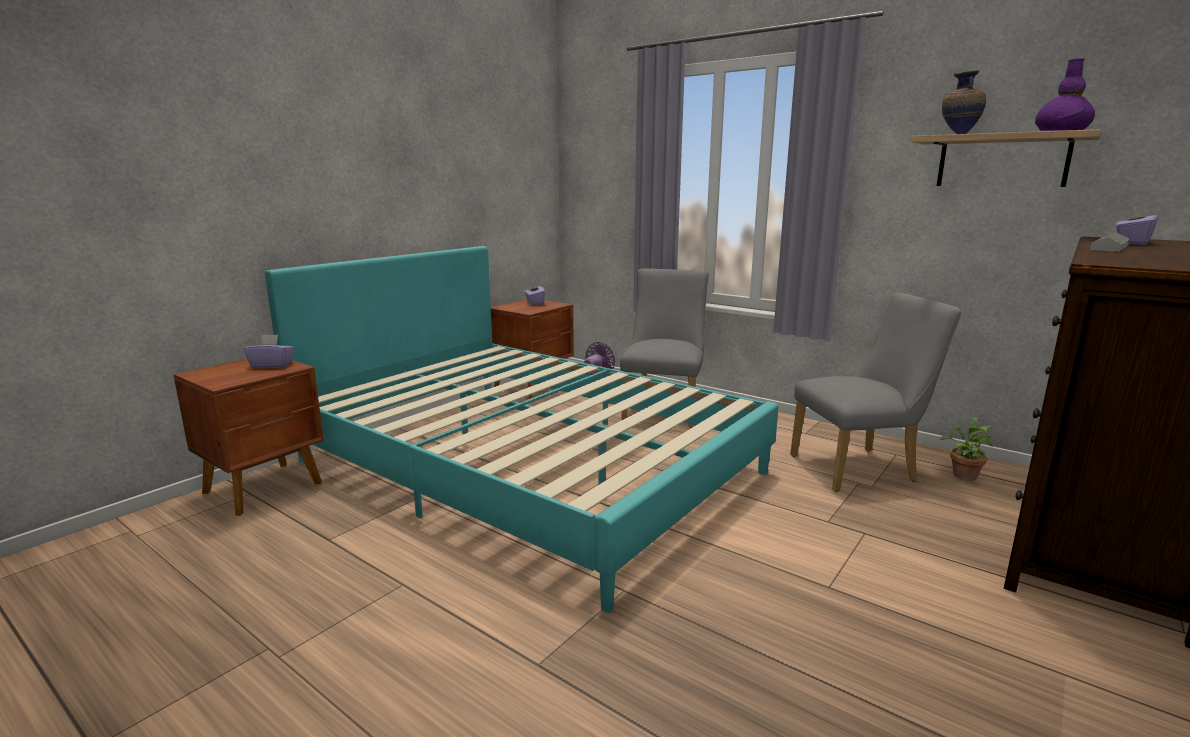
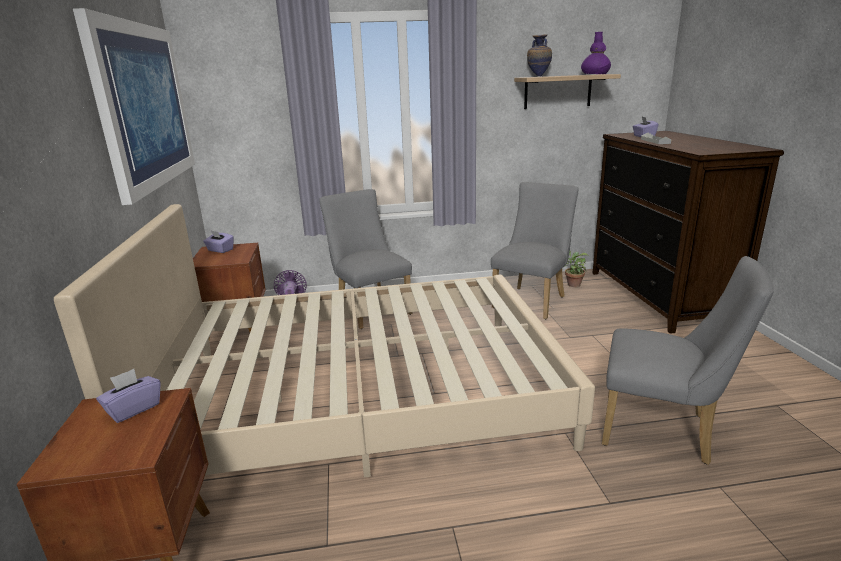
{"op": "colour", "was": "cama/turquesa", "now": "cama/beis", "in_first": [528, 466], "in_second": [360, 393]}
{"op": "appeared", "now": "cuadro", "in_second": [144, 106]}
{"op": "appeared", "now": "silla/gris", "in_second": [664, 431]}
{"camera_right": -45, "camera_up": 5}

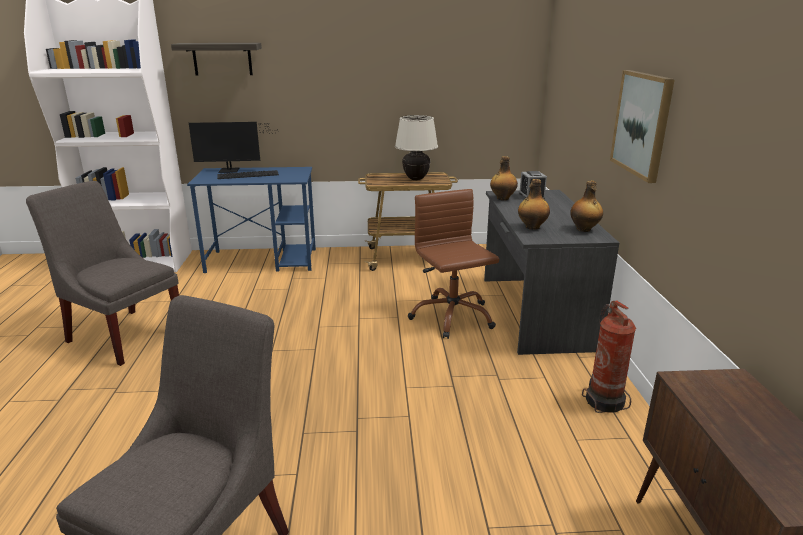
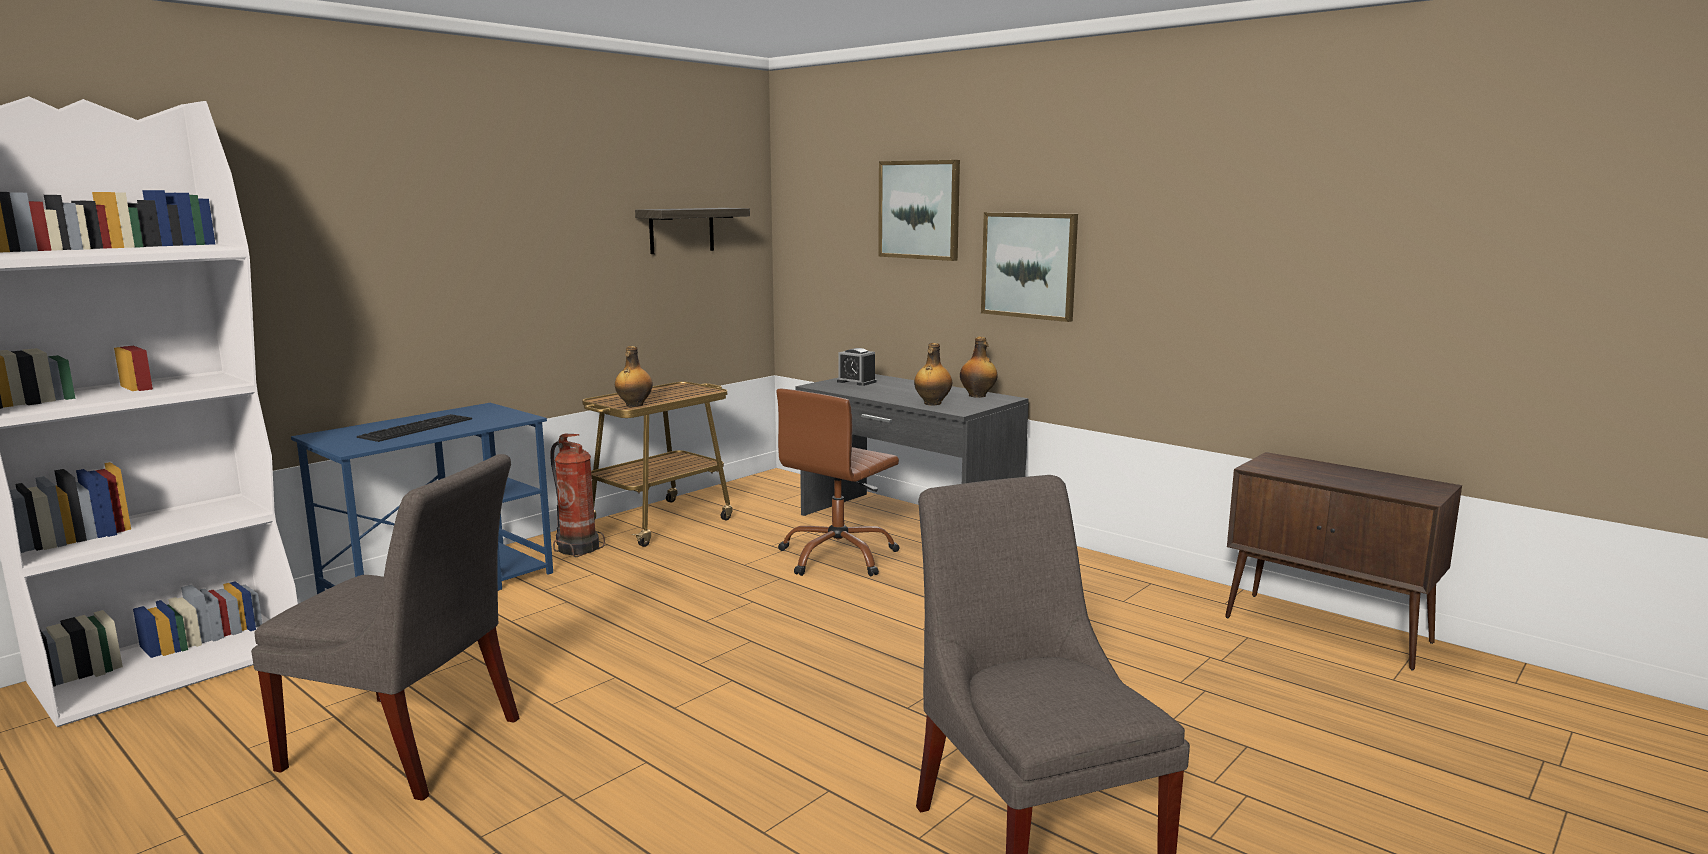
{"op": "spun", "was": "silla/gris", "in_first": [124, 334], "in_second": [409, 746], "clockwise": -150}
{"op": "relocated", "was": "estante", "in_first": [222, 59], "in_second": [681, 230]}
{"op": "missing", "was": "monitor", "in_first": [232, 170]}
{"op": "missing", "was": "lámpara de mesa/beis", "in_first": [416, 179]}
{"op": "spun", "was": "silla de oficina/marrón", "in_first": [452, 317], "in_second": [838, 557], "clockwise": -75}
{"op": "relocated", "was": "botella", "in_first": [502, 198], "in_second": [634, 405]}
{"op": "relocated", "was": "extintor", "in_first": [604, 400], "in_second": [577, 548]}
{"op": "appeared", "now": "cuadro", "in_second": [919, 210]}
{"camera_right": -45, "camera_up": -10}

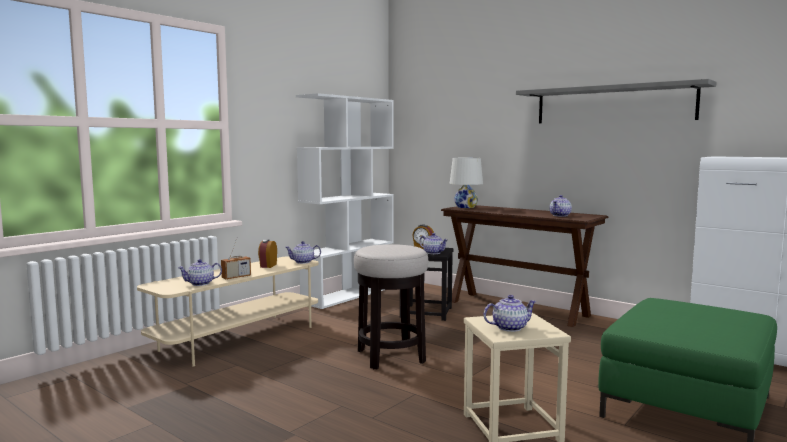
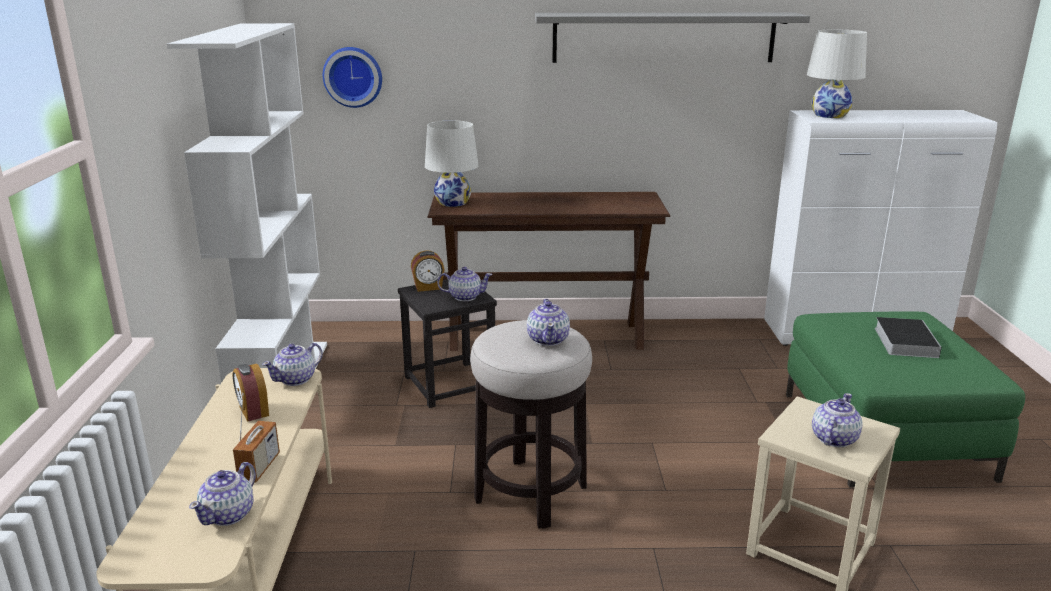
{"op": "relocated", "was": "tetera", "in_first": [560, 215], "in_second": [548, 339]}
{"op": "appeared", "now": "reloj de pared", "in_second": [353, 76]}
{"op": "appeared", "now": "lámpara de mesa/blanco", "in_second": [829, 115]}
{"op": "appeared", "now": "libro", "in_second": [904, 341]}
{"camera_right": -40, "camera_up": 15}

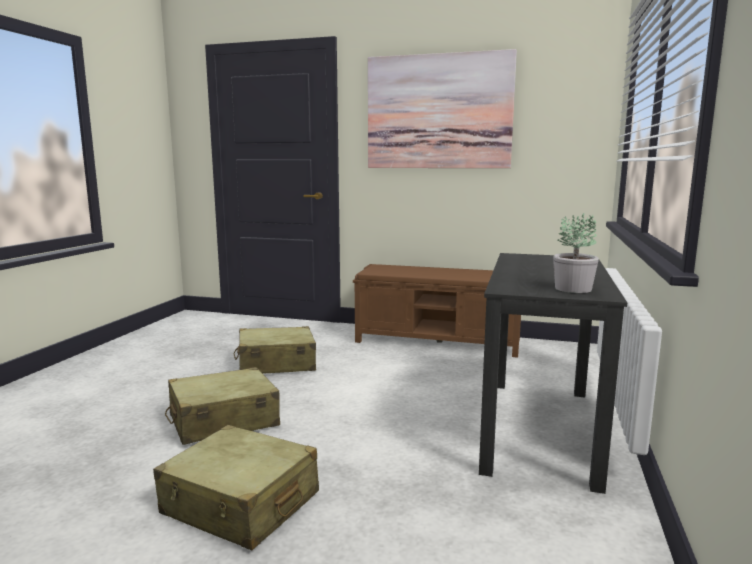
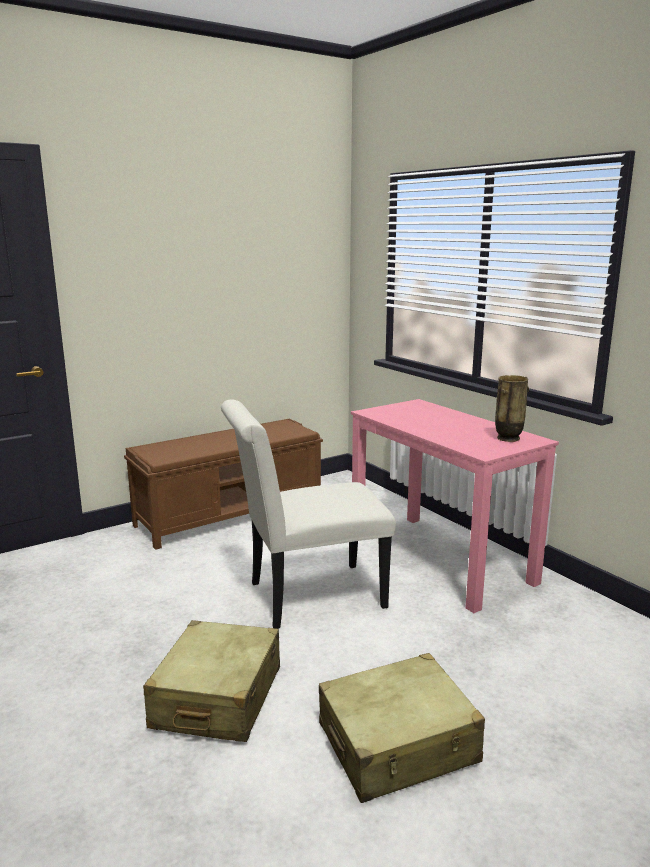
{"op": "missing", "was": "maleta/beis", "in_first": [276, 364]}
{"op": "missing", "was": "cuadro", "in_first": [438, 112]}
{"op": "colour", "was": "escritorio/negro", "now": "escritorio/rosa", "in_first": [539, 428], "in_second": [440, 559]}
{"op": "exchanged", "was": "planta en maceta", "now": "florero", "in_first": [574, 289], "in_second": [508, 438]}
{"op": "appeared", "now": "silla/blanco", "in_second": [307, 597]}
{"camera_right": -50, "camera_up": 5}

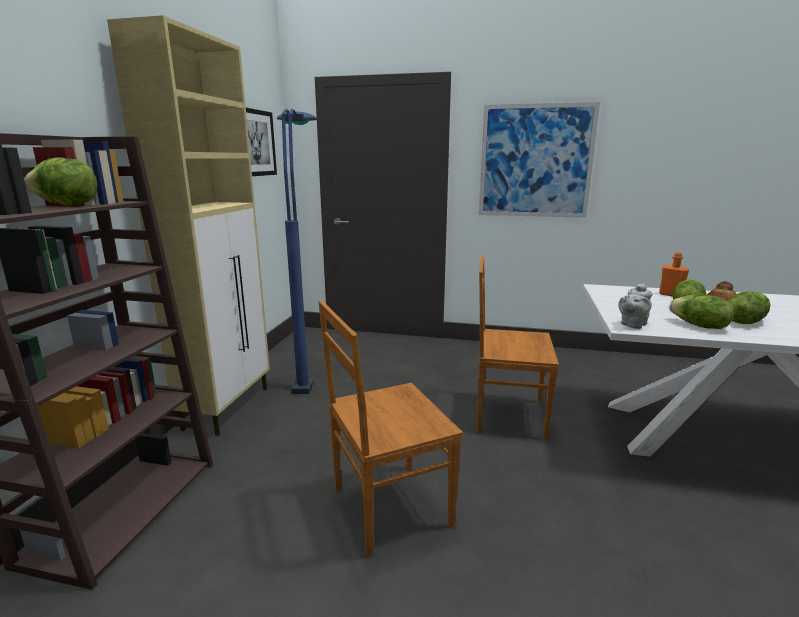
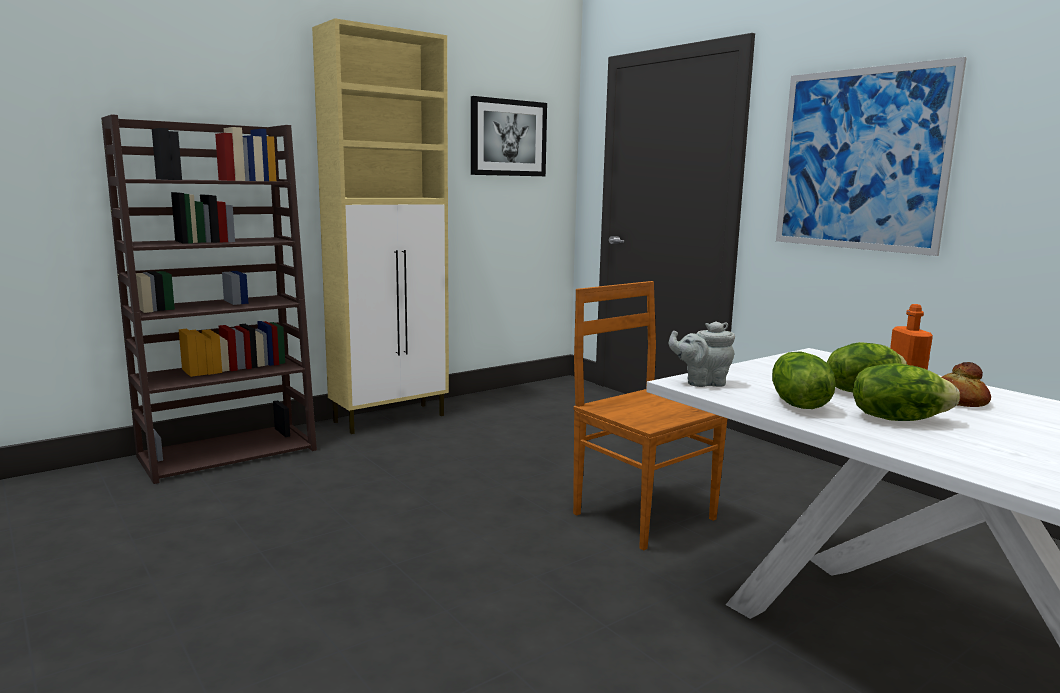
{"op": "missing", "was": "lechuga", "in_first": [68, 206]}
{"op": "missing", "was": "lámpara de pie/azul", "in_first": [310, 372]}
{"op": "missing", "was": "silla/marrón", "in_first": [387, 507]}
{"camera_right": 40, "camera_up": -5}

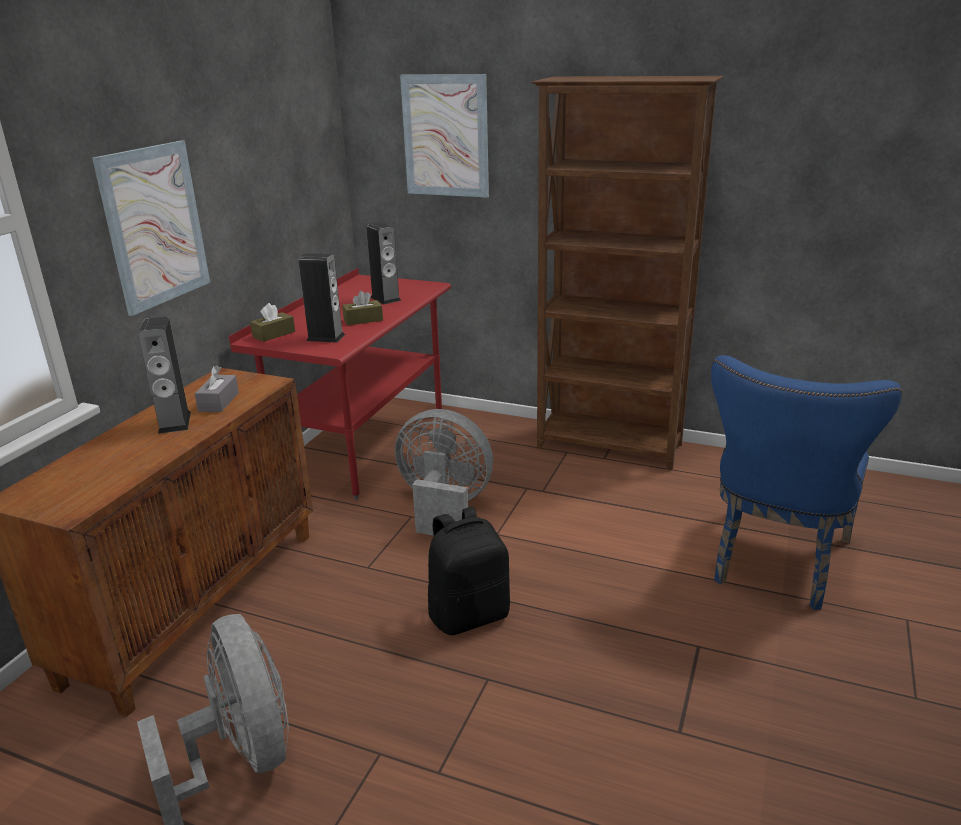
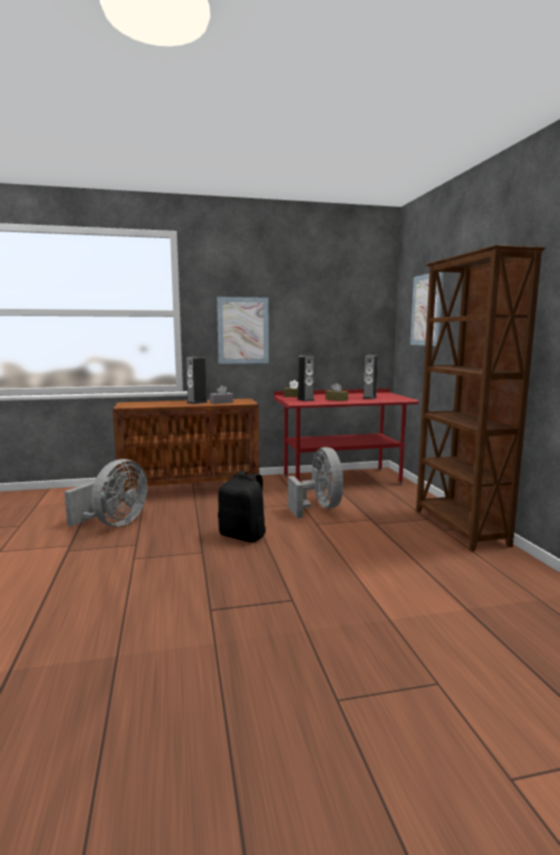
{"op": "missing", "was": "silla/azul", "in_first": [776, 565]}
{"camera_right": 55, "camera_up": -15}

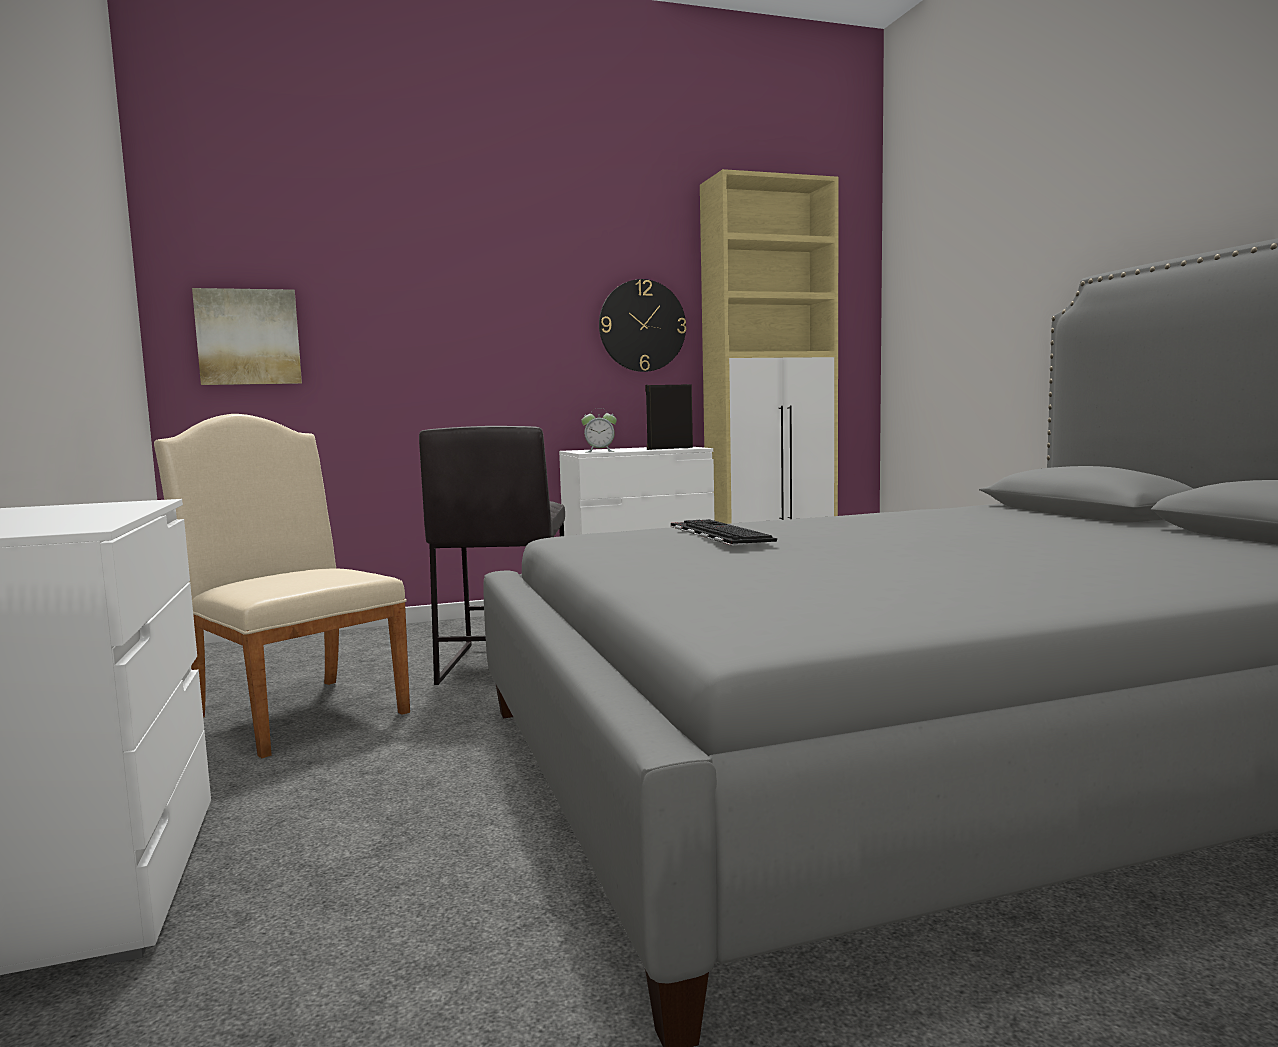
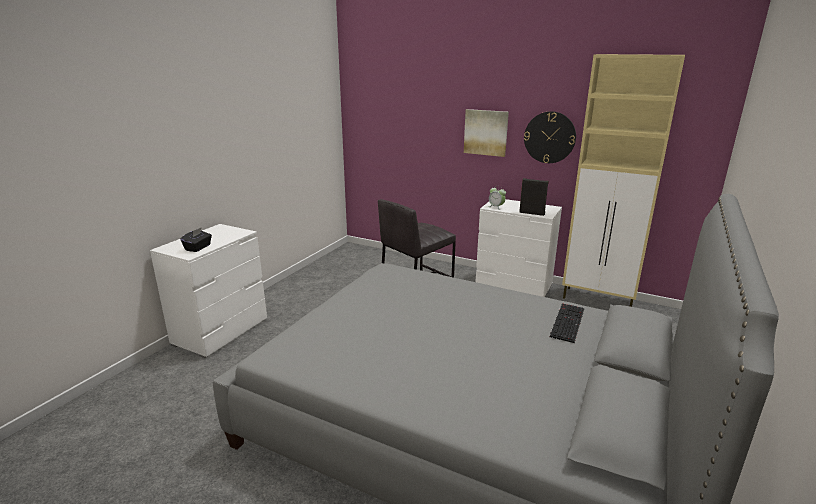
{"op": "missing", "was": "silla/beis", "in_first": [295, 711]}
{"op": "relocated", "was": "cuadro", "in_first": [249, 337], "in_second": [486, 132]}
{"op": "relocated", "was": "teclado", "in_first": [717, 533], "in_second": [566, 322]}
{"op": "appeared", "now": "caja de pañuelos/negro", "in_second": [198, 248]}
{"camera_right": 45, "camera_up": 15}

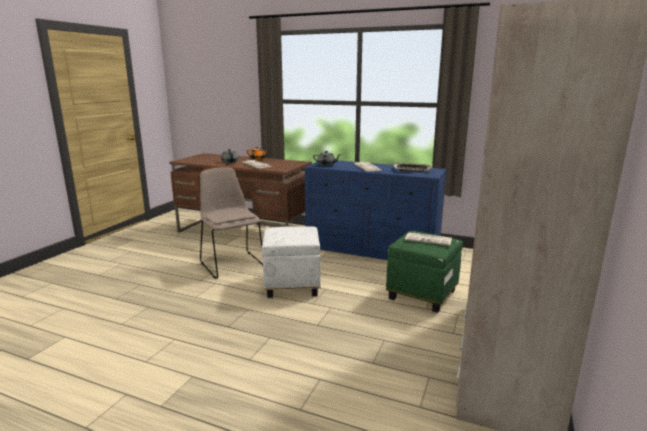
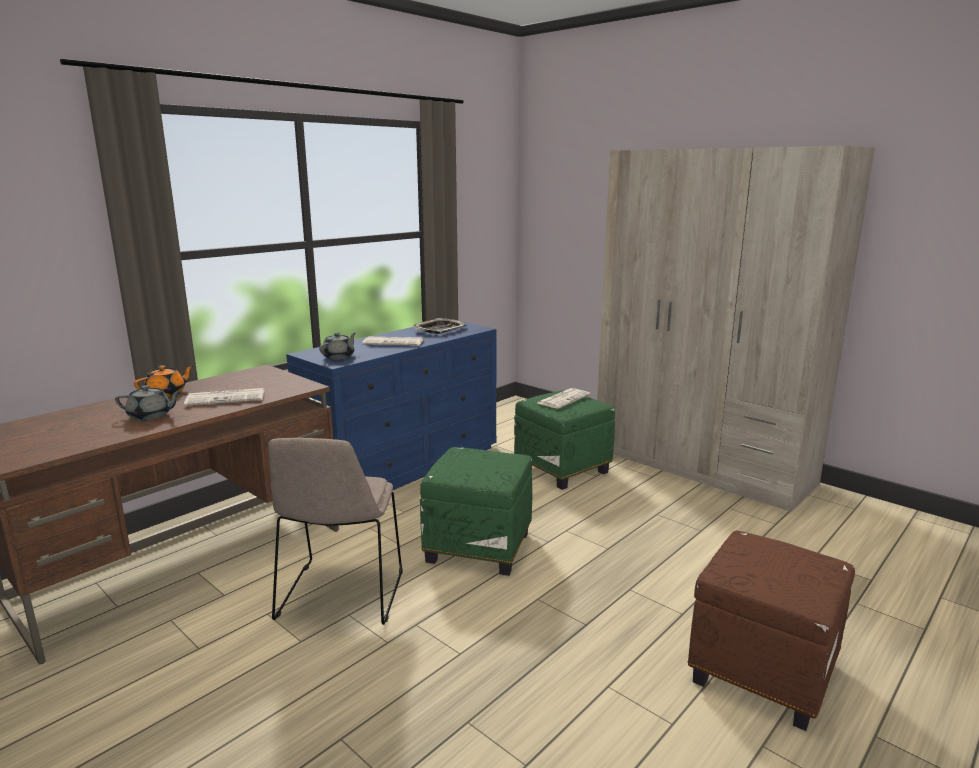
{"op": "spun", "was": "silla/beis", "in_first": [231, 264], "in_second": [341, 596], "clockwise": -75}
{"op": "colour", "was": "puf/blanco", "now": "puf/verde", "in_first": [292, 285], "in_second": [480, 547]}
{"op": "appeared", "now": "puf/marrón", "in_second": [763, 673]}
{"camera_right": -70, "camera_up": 0}

